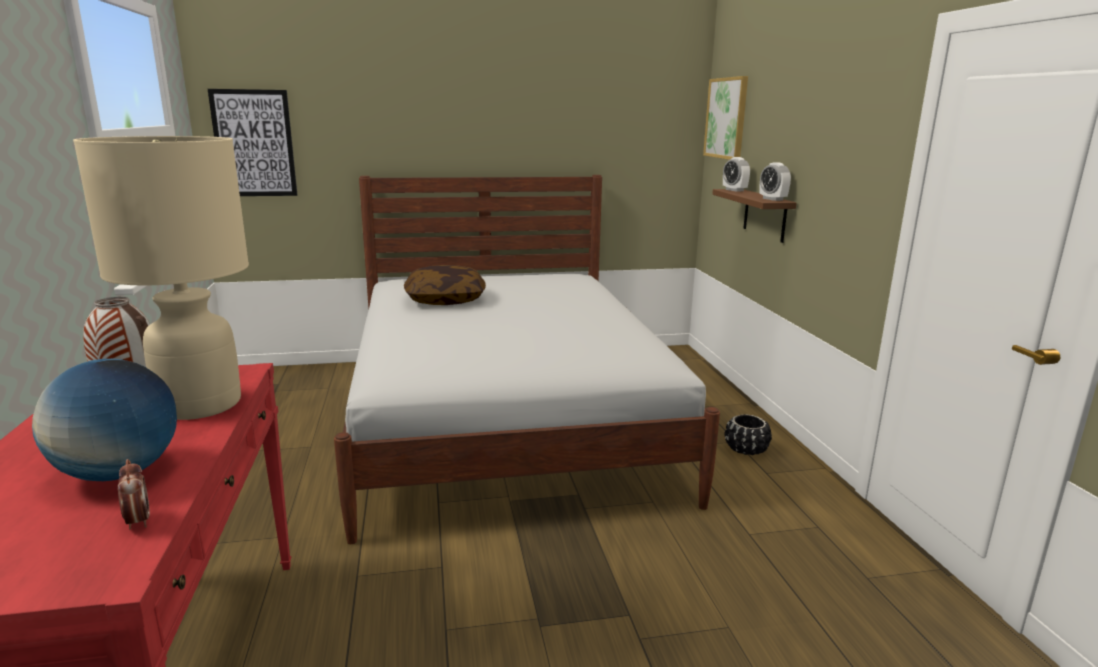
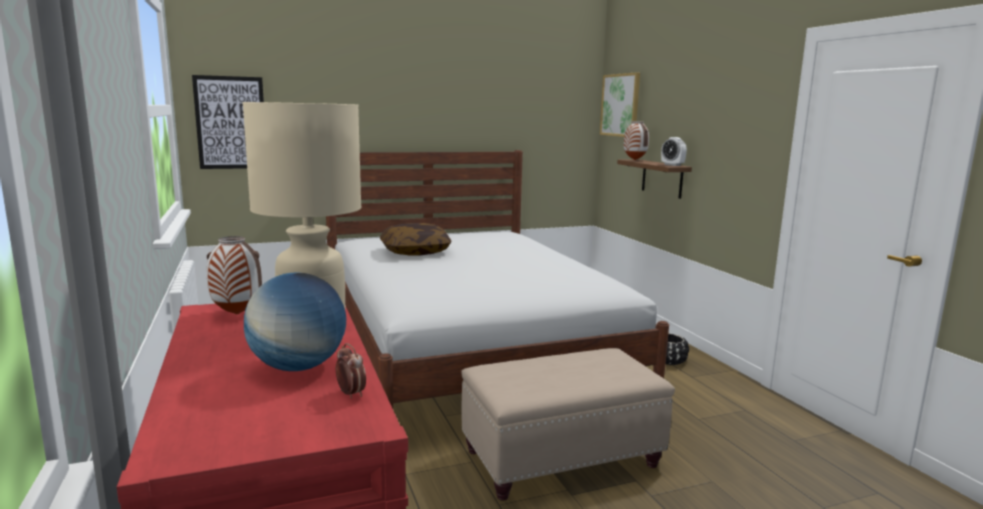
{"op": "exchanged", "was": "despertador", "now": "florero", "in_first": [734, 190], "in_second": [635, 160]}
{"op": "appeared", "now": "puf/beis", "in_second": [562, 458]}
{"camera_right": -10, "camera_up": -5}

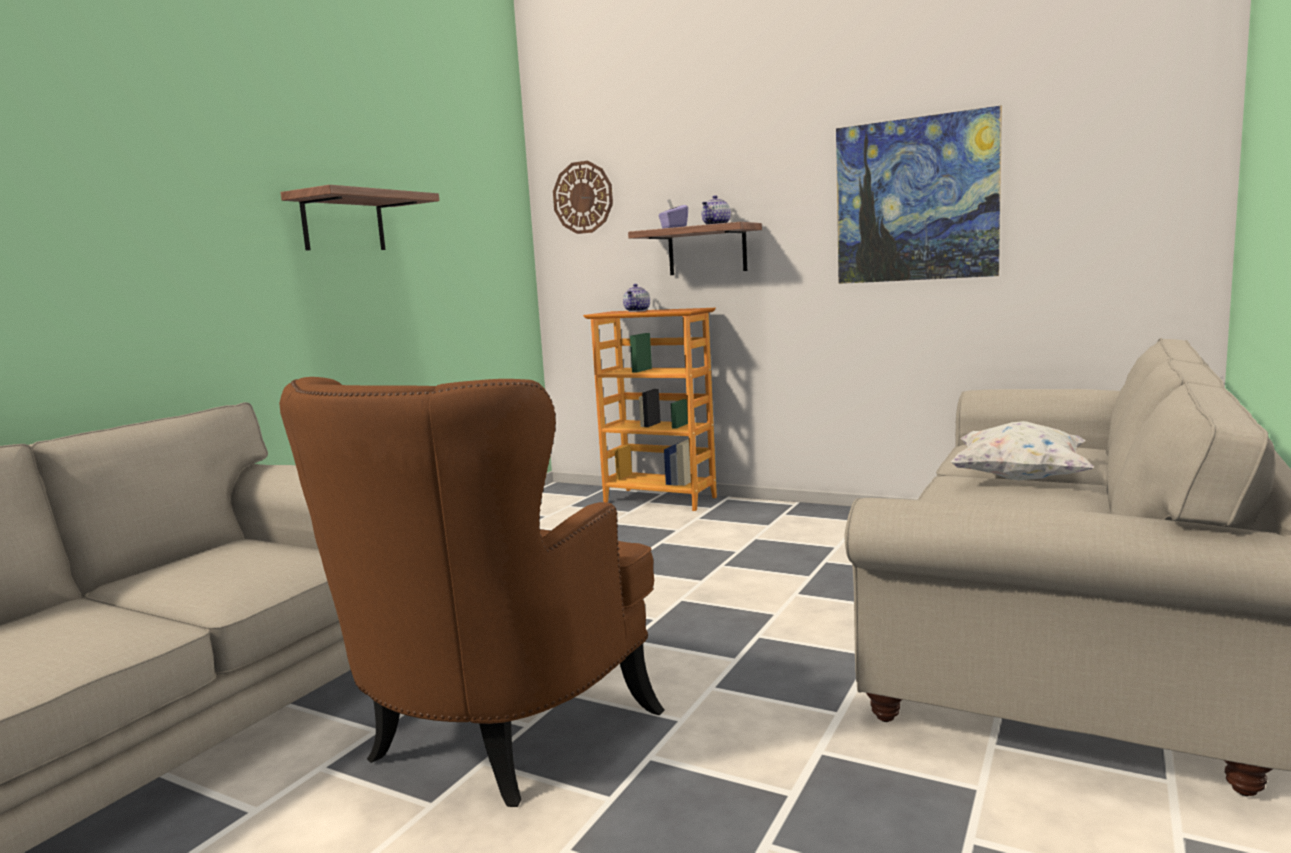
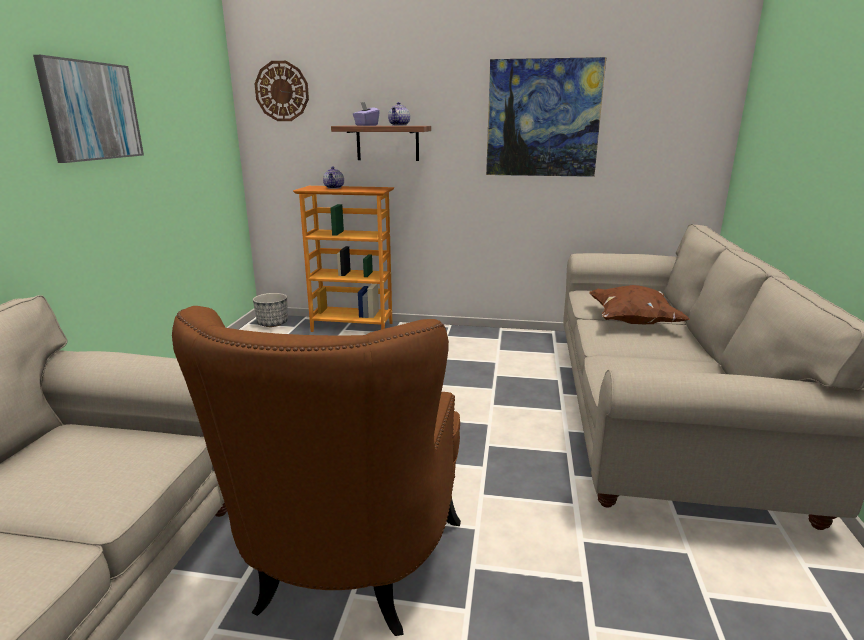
{"op": "exchanged", "was": "estante", "now": "cuadro", "in_first": [343, 223], "in_second": [91, 111]}
{"op": "colour", "was": "cojín/blanco", "now": "cojín/marrón", "in_first": [1019, 479], "in_second": [632, 322]}
{"op": "appeared", "now": "maceta", "in_second": [273, 323]}
{"camera_right": -20, "camera_up": 10}

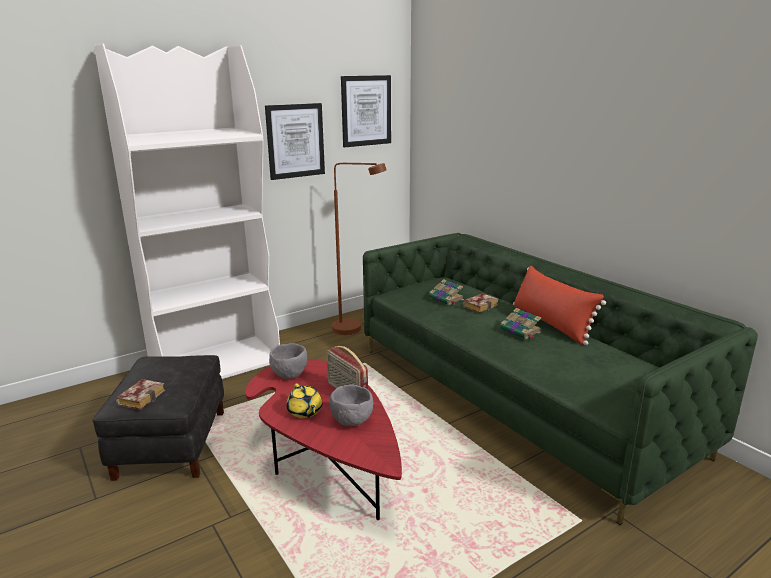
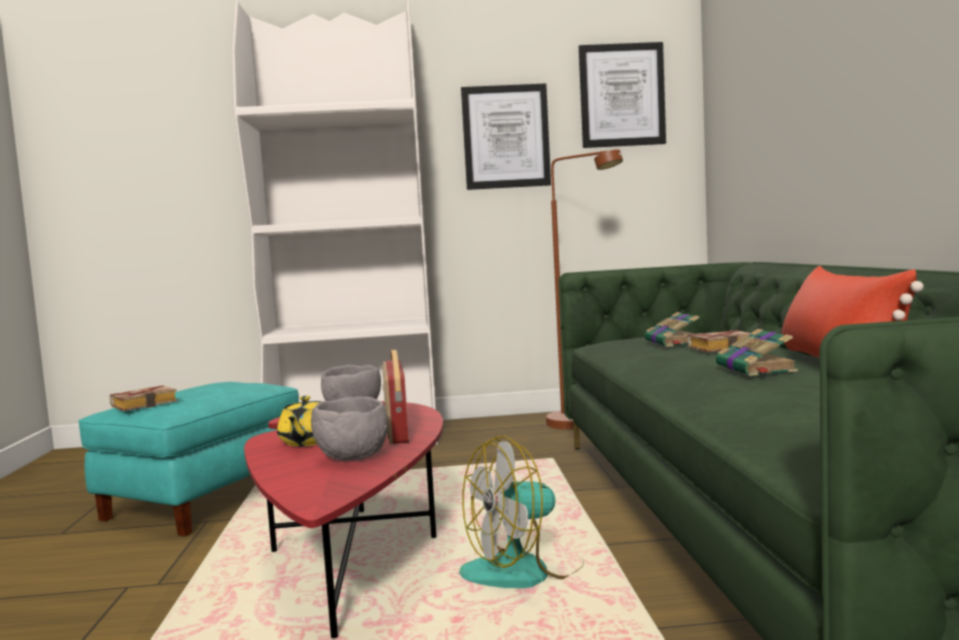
{"op": "colour", "was": "puf/negro", "now": "puf/turquesa", "in_first": [171, 444], "in_second": [205, 500]}
{"op": "appeared", "now": "ventilador", "in_second": [524, 571]}
{"camera_right": 30, "camera_up": -15}

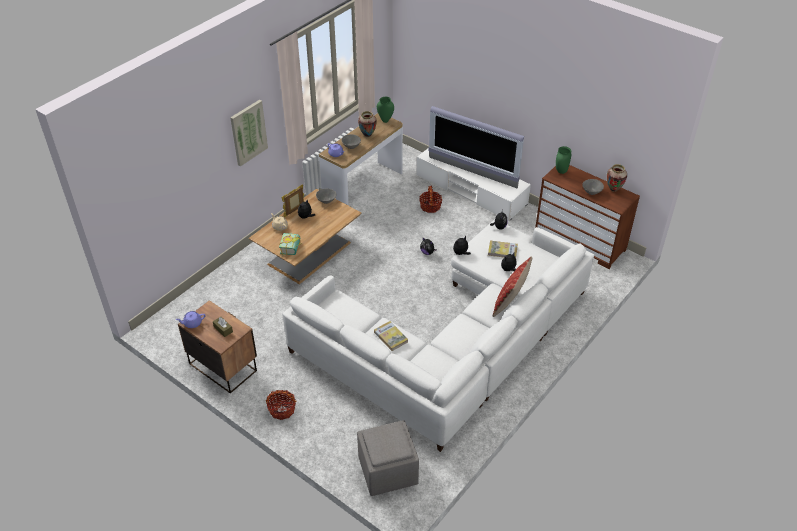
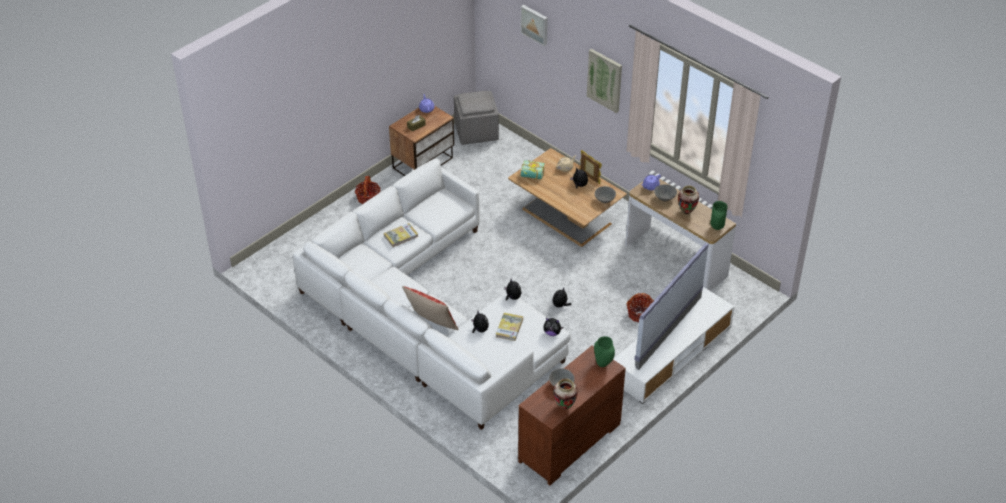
{"op": "relocated", "was": "puf/gris", "in_first": [387, 471], "in_second": [475, 131]}
{"op": "appeared", "now": "cuadro", "in_second": [535, 24]}
{"camera_right": 95, "camera_up": 0}

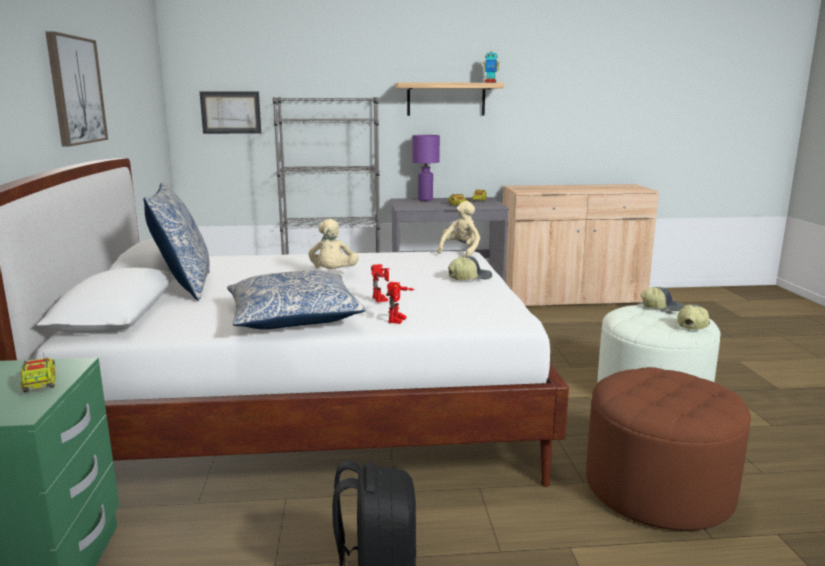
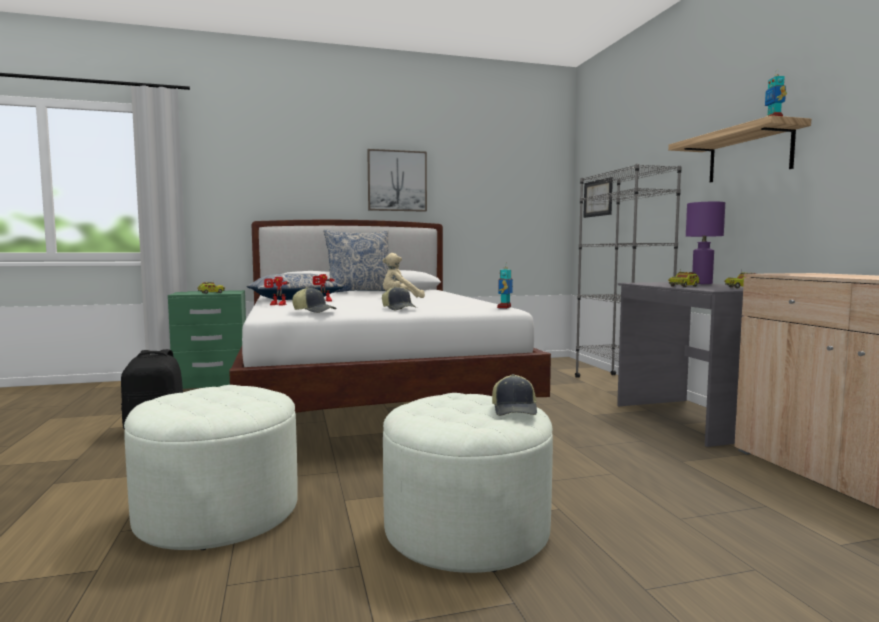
{"op": "exchanged", "was": "peluche/beis", "now": "robot de juguete", "in_first": [461, 252], "in_second": [504, 307]}
{"op": "colour", "was": "puf/marrón", "now": "puf/blanco", "in_first": [658, 489], "in_second": [218, 512]}
{"op": "relocated", "was": "gorra", "in_first": [692, 325], "in_second": [314, 311]}
{"camera_right": 80, "camera_up": -10}

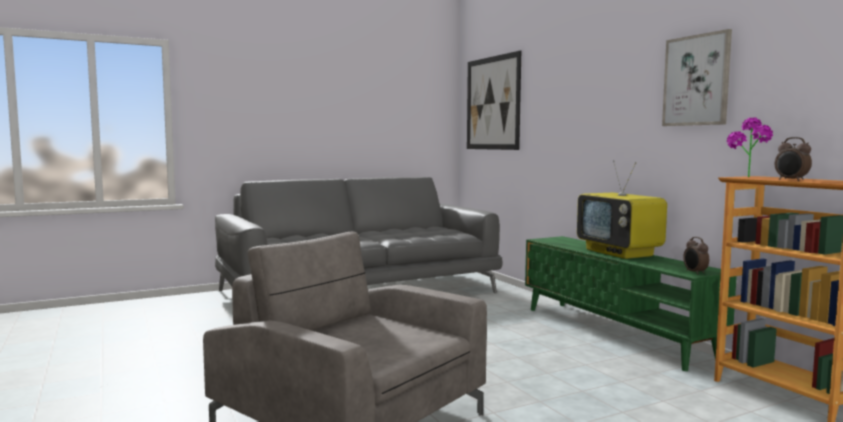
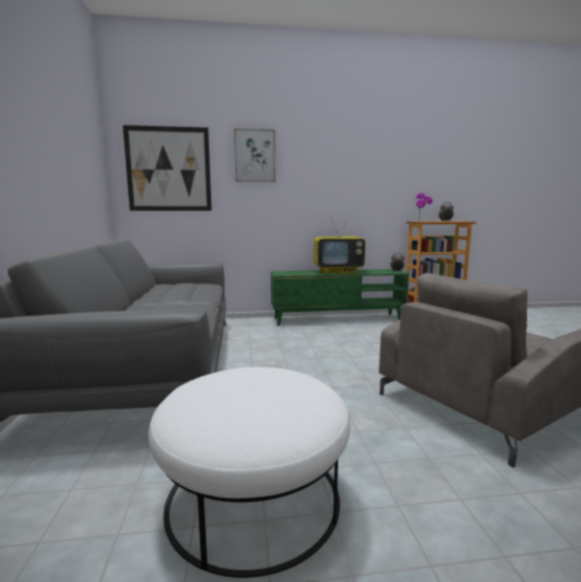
{"op": "relocated", "was": "cuadro", "in_first": [696, 80], "in_second": [255, 156]}
{"op": "appeared", "now": "puf/blanco", "in_second": [253, 497]}
{"camera_right": -70, "camera_up": 5}

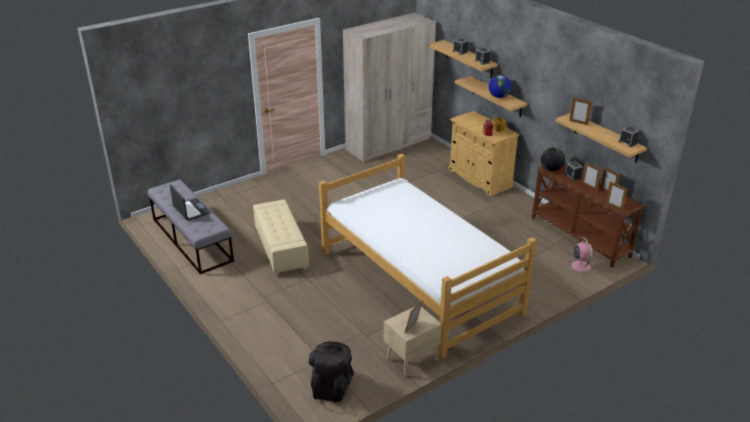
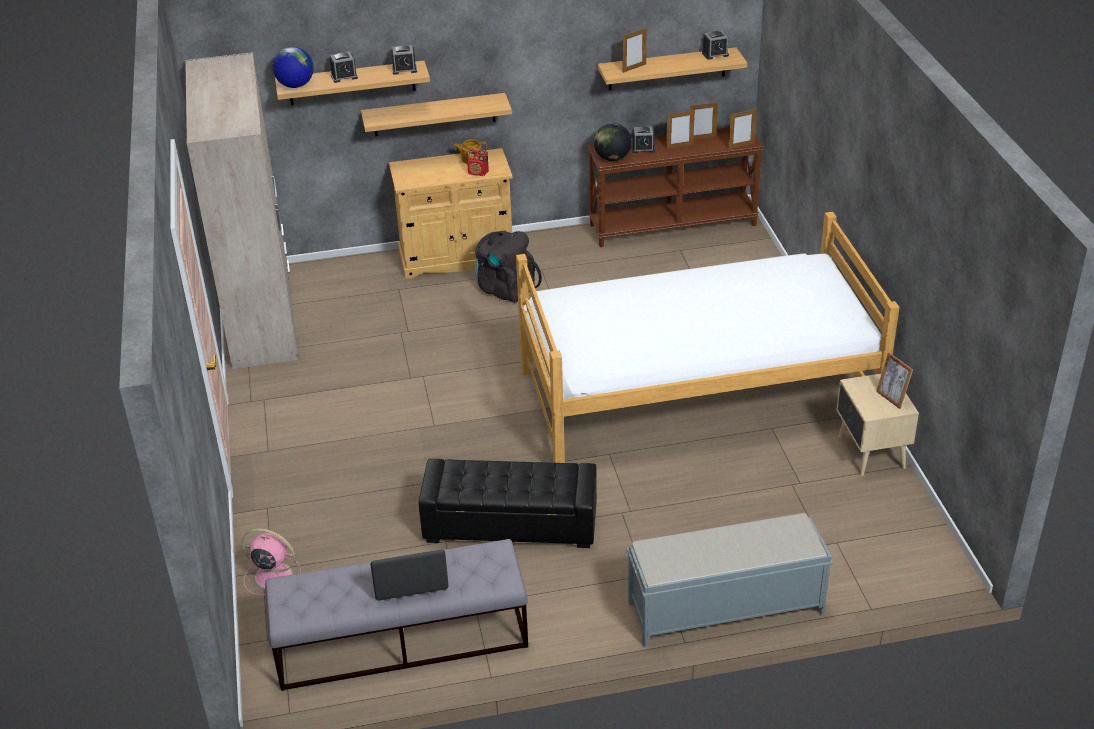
{"op": "colour", "was": "puf/beis", "now": "puf/negro", "in_first": [280, 248], "in_second": [510, 524]}
{"op": "relocated", "was": "mochila/negro", "in_first": [332, 387], "in_second": [505, 289]}
{"op": "relocated", "was": "globo terráqueo", "in_first": [499, 97], "in_second": [295, 85]}
{"op": "relocated", "was": "ventilador/rosa", "in_first": [580, 266], "in_second": [271, 575]}
{"op": "appeared", "now": "banco/gris", "in_second": [723, 608]}
{"camera_right": -65, "camera_up": 5}

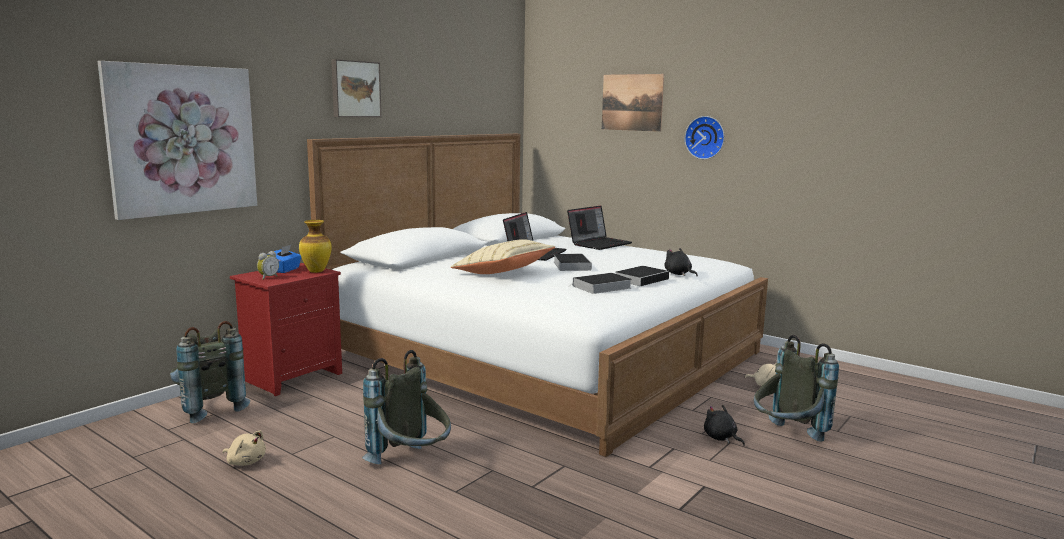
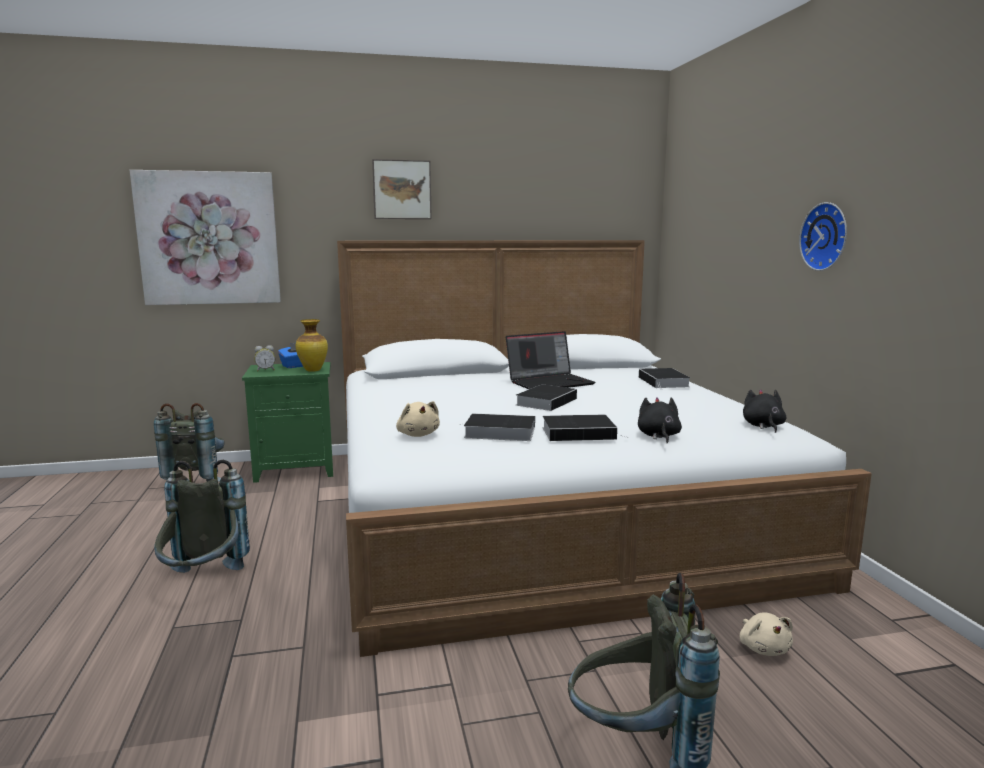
{"op": "relocated", "was": "peluche/beis", "in_first": [245, 462], "in_second": [418, 434]}
{"op": "colour", "was": "mesita de noche/rojo", "now": "mesita de noche/verde", "in_first": [292, 376], "in_second": [297, 469]}
{"op": "missing", "was": "cojín/beis", "in_first": [503, 273]}
{"op": "exchanged", "was": "portátil", "now": "libro", "in_first": [599, 244], "in_second": [664, 382]}
{"op": "missing", "was": "cuadro", "in_first": [632, 102]}
{"op": "relocated", "was": "peluche/negro", "in_first": [721, 438], "in_second": [763, 426]}
{"camera_right": 40, "camera_up": 0}

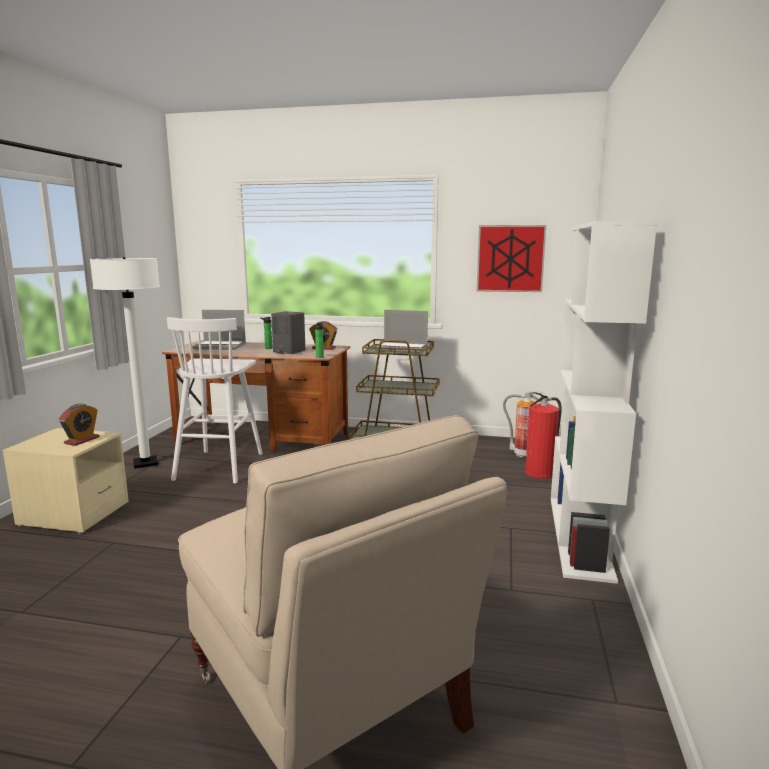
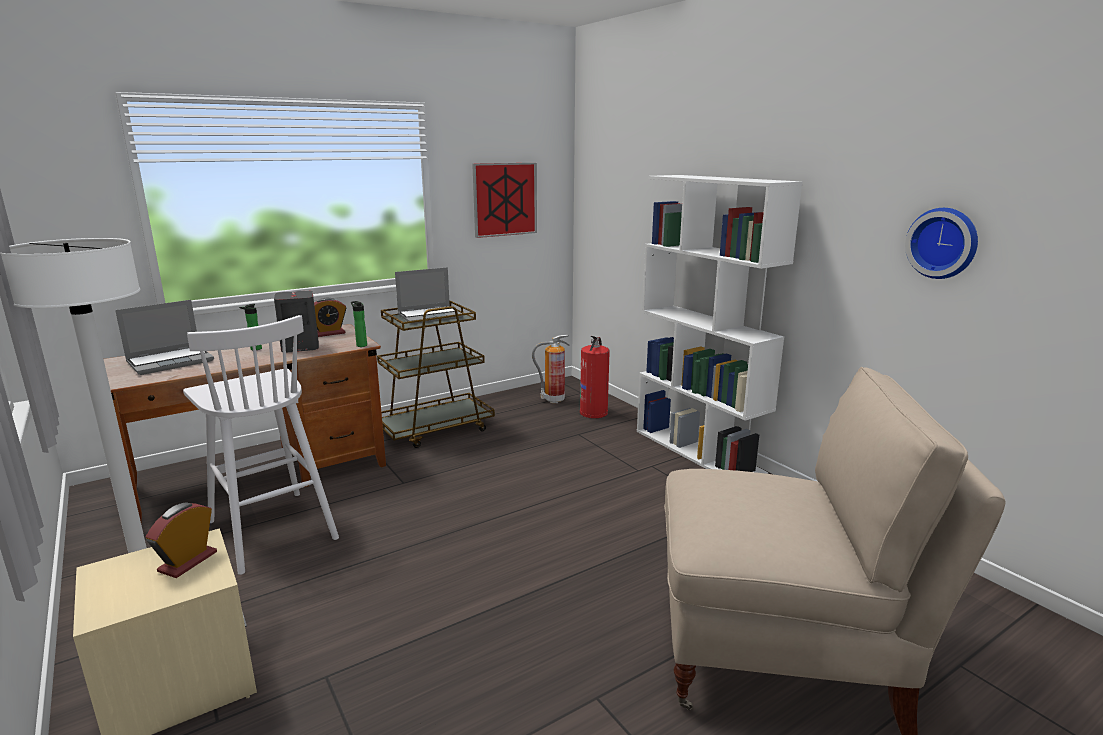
{"op": "spun", "was": "despertador", "in_first": [82, 440], "in_second": [188, 562], "clockwise": -135}
{"op": "appeared", "now": "reloj de pared", "in_second": [943, 243]}
{"camera_right": -45, "camera_up": 5}

